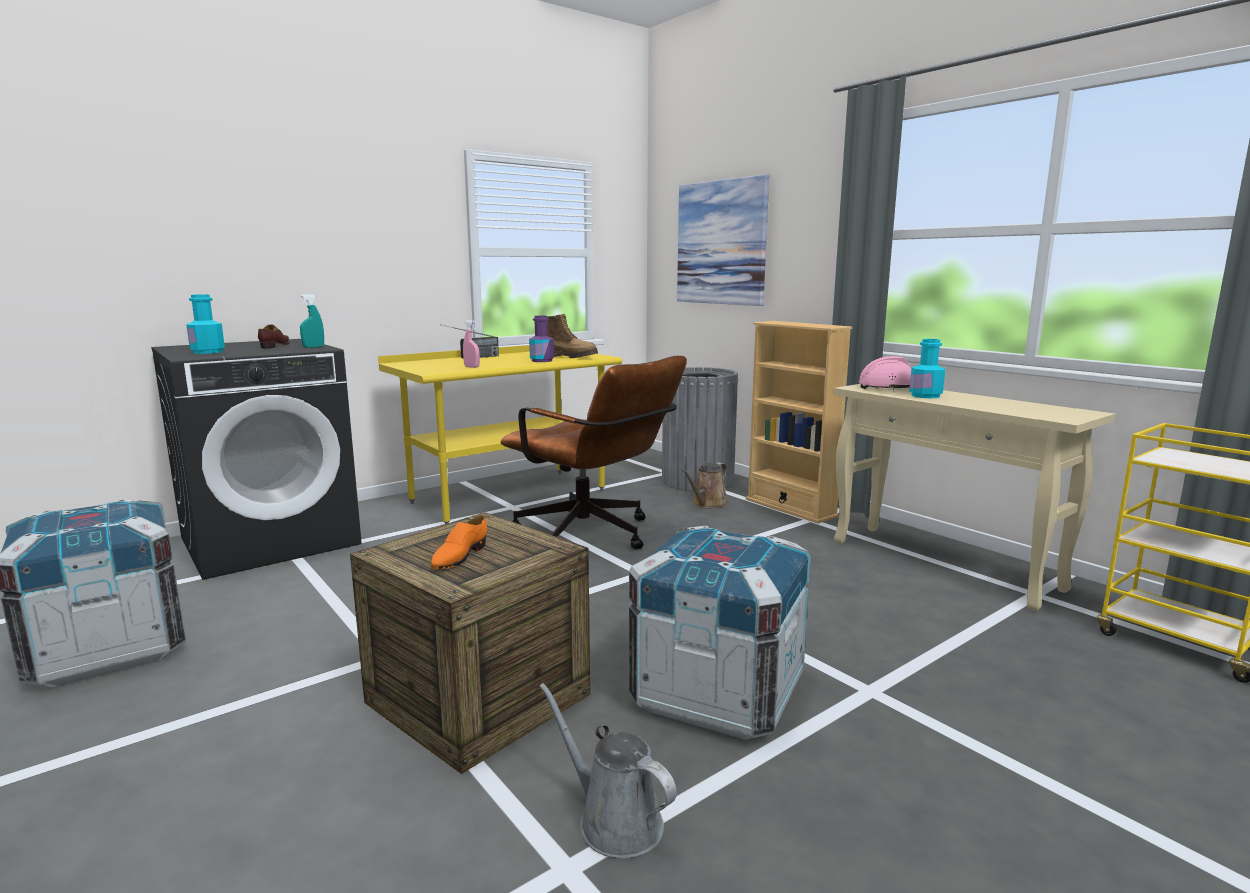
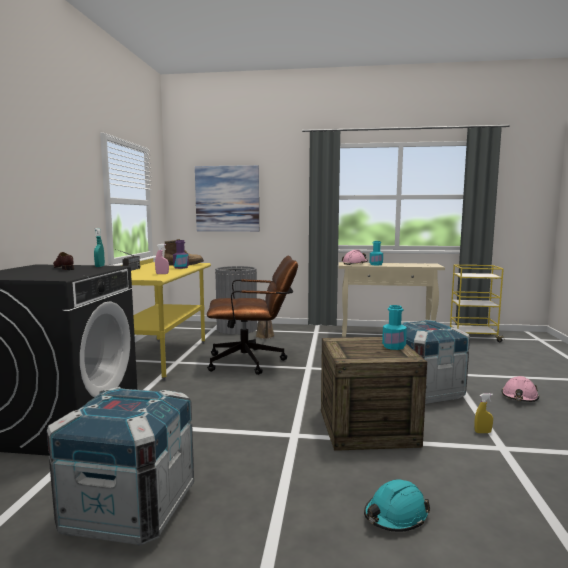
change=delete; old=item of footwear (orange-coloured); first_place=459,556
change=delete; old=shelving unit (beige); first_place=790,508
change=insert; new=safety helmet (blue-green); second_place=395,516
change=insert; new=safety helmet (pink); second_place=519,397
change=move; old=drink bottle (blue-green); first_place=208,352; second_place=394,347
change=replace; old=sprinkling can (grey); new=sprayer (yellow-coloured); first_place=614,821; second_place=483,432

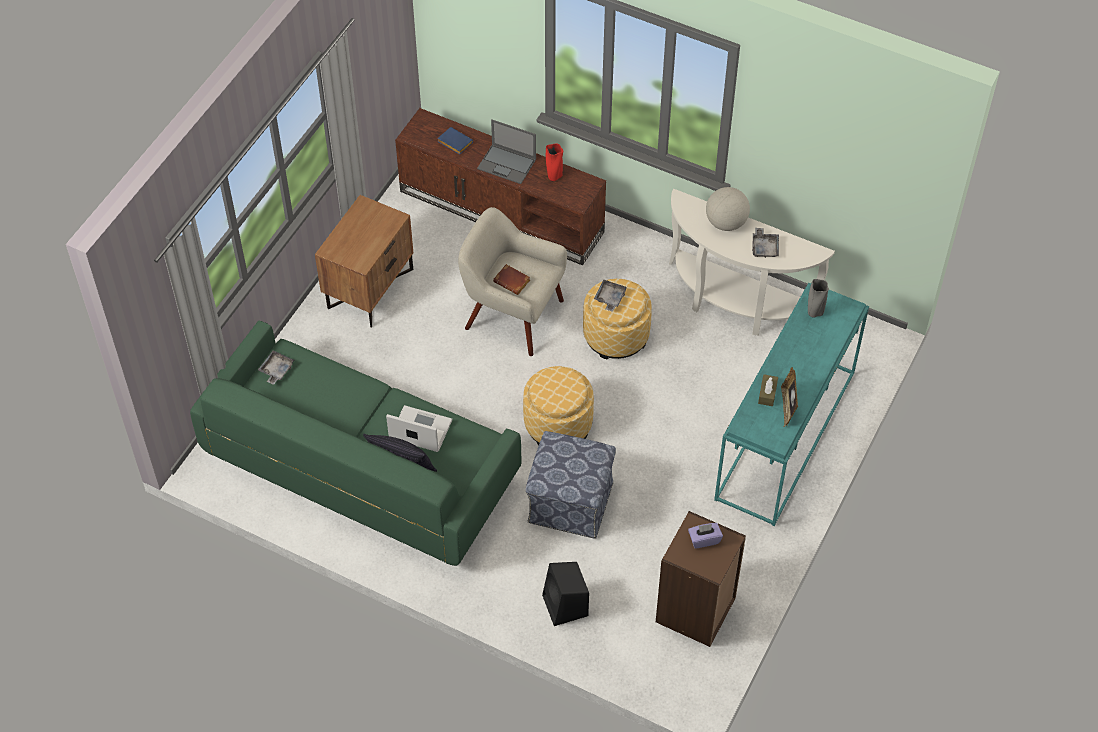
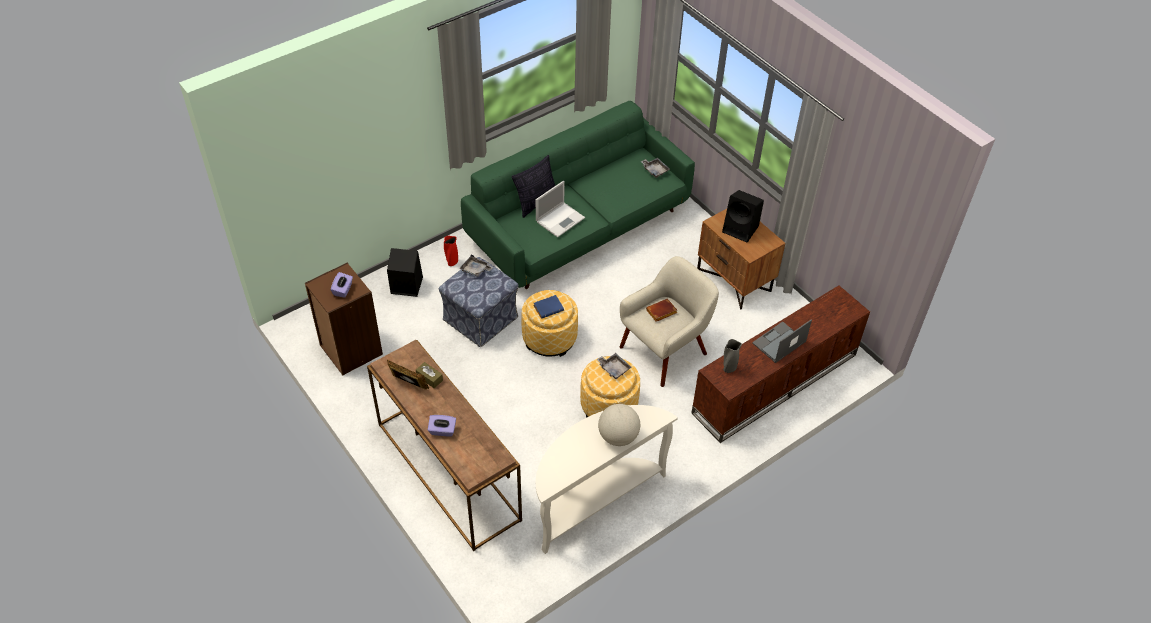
change=insert; new=box of tissues (purple); second_place=442,431
change=insert; new=loudspeaker (black-coloured); second_place=741,229
change=move; old=book (blue-coloured); first_place=454,143; second_place=549,308
change=move; old=decorative vase (red); first_place=554,177; second_place=452,262
change=move; old=tray (grey); first_place=764,247; second_place=475,270
change=move; old=decorative vase (grey); first_place=814,313; second_place=729,368
change=recolor; old=hall table (blue-green); new=hall table (brownish); first_place=786,437; second_place=446,471

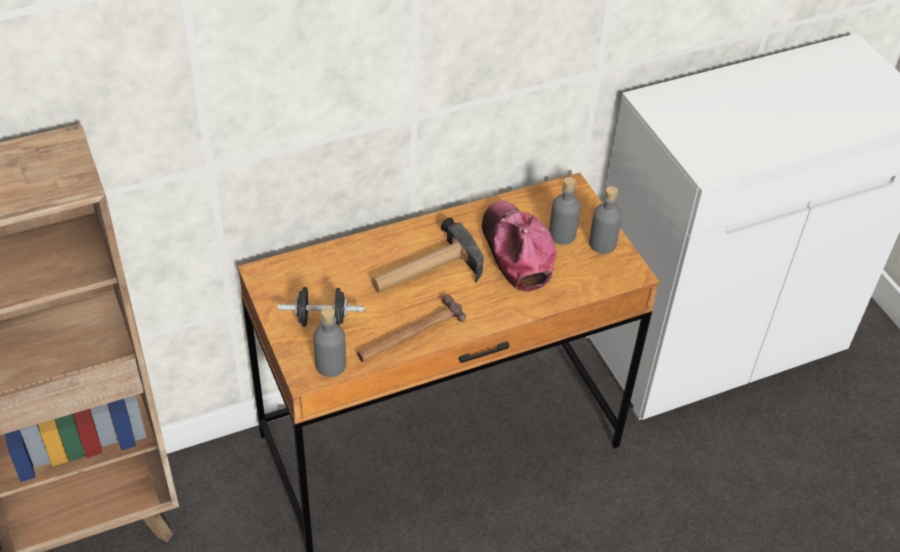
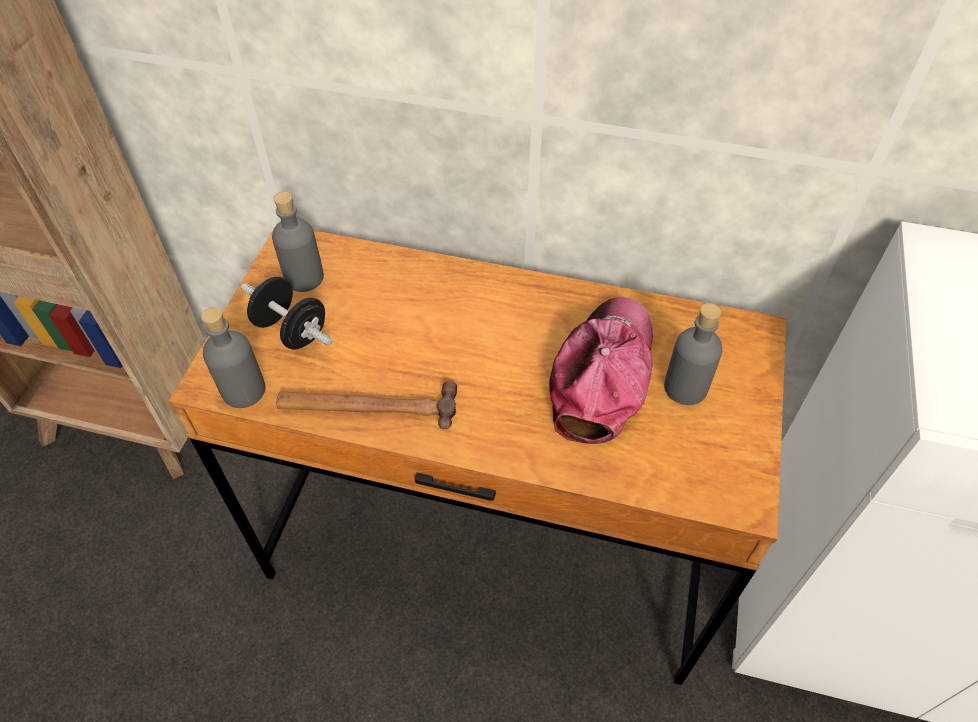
change=delete; old=tool hammer; first_place=425,271
change=move; old=drink bottle (grey); first_place=602,244; second_place=304,278

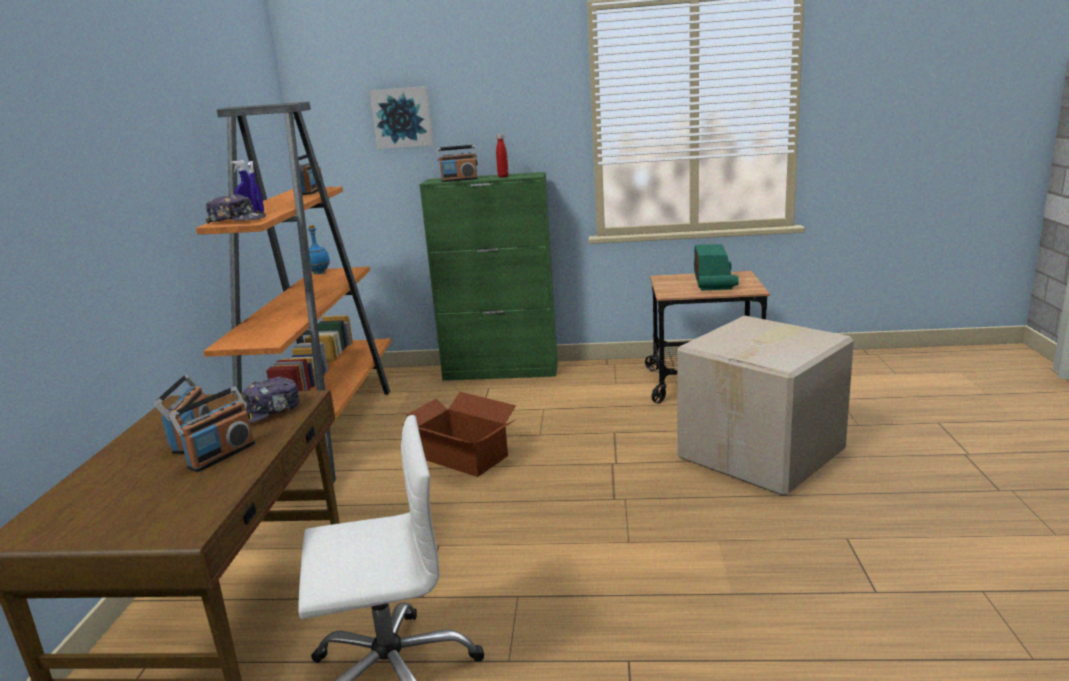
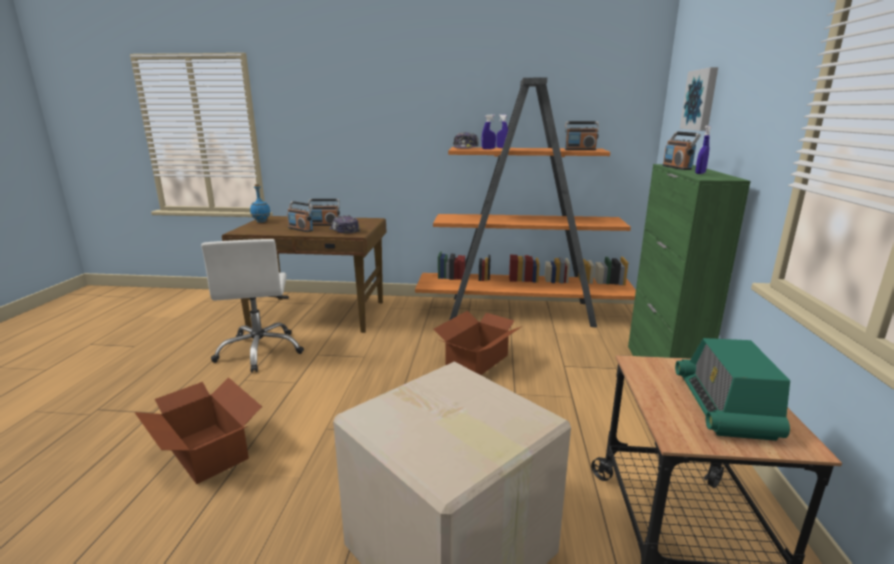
change=insert; new=carton; second_place=206,453
change=move; old=drink bottle (blue-coloured); first_place=319,273; second_place=261,221
change=replace; old=drink bottle (red); new=sprayer (blue-coloured); first_place=503,176; second_place=700,173
change=rotate; old=radio set; first_place=713,282; second_place=724,407; degrees=90

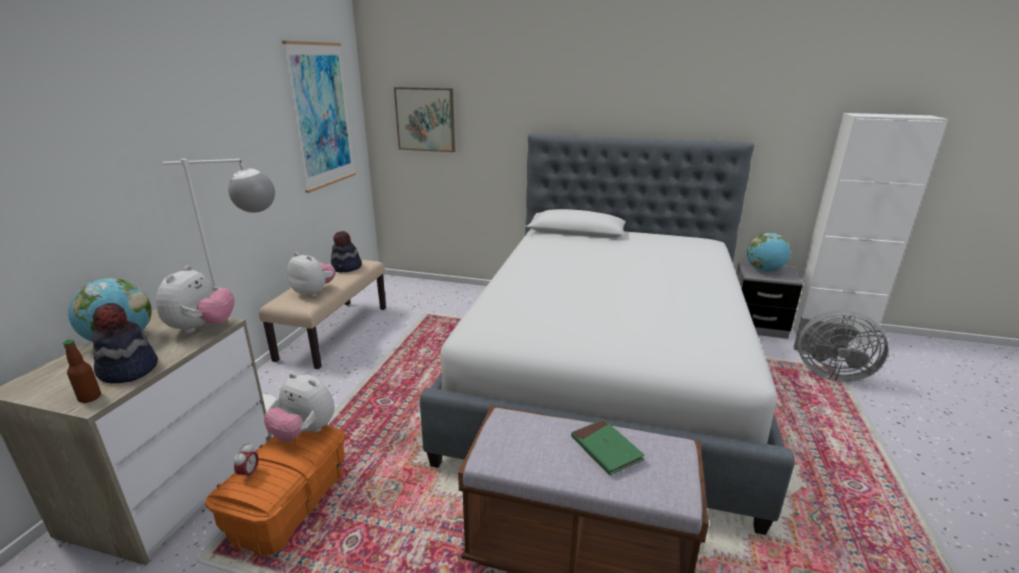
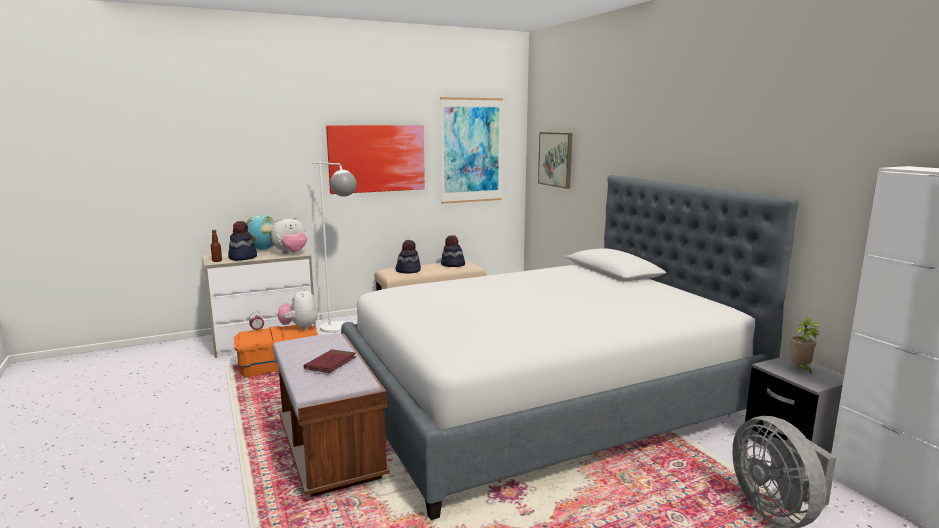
change=insert; new=wall picture; second_place=377,158
change=replace; old=soft toy; new=clothing hat; first_place=314,292; second_place=408,270
change=replace; old=globe; new=plant in a pot; first_place=764,271; second_place=800,369
change=recolor; old=book (greenish); new=book (red); first_place=606,449; second_place=330,363

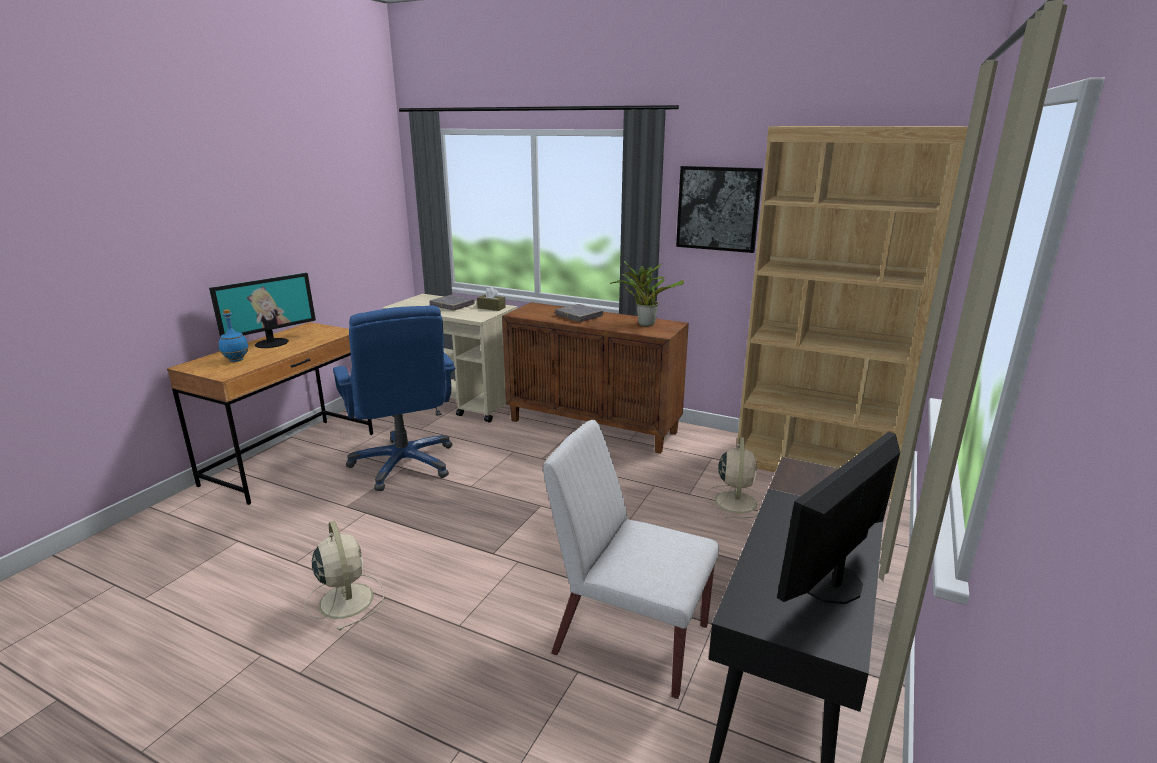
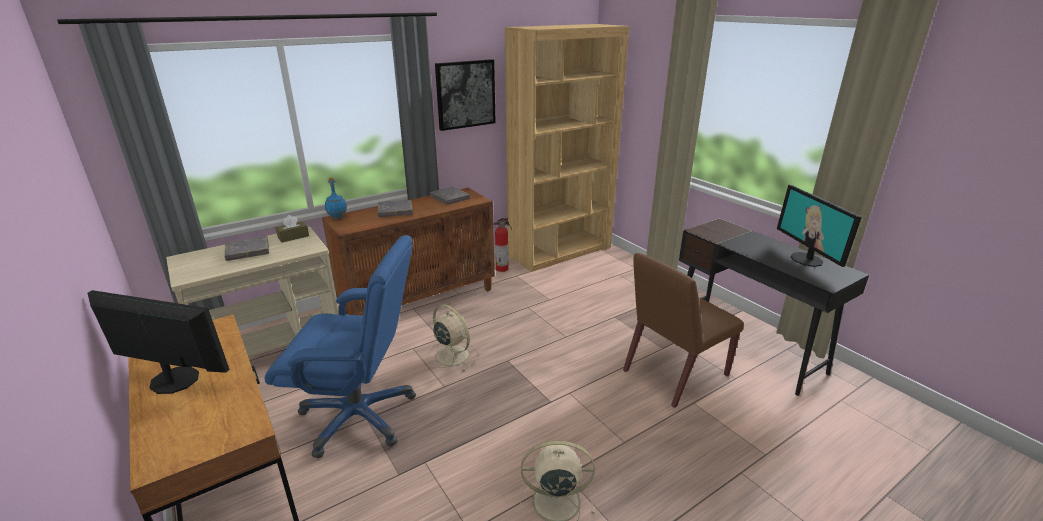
change=insert; new=fire-fighting cylinder; second_place=503,268
change=move; old=drink bottle (blue-coloured); first_place=236,360; second_place=337,218
change=move; old=electric fan (beige); first_place=735,501; second_place=451,355
change=replace; old=plant in a pot; new=book (grey); first_place=644,324; second_place=450,198
change=recolor; old=upright chair (white-coloured); new=upright chair (brownish); first_place=629,638; second_place=674,374
change=rotate; old=monitor; first_place=271,343; second_place=173,381; degrees=-60

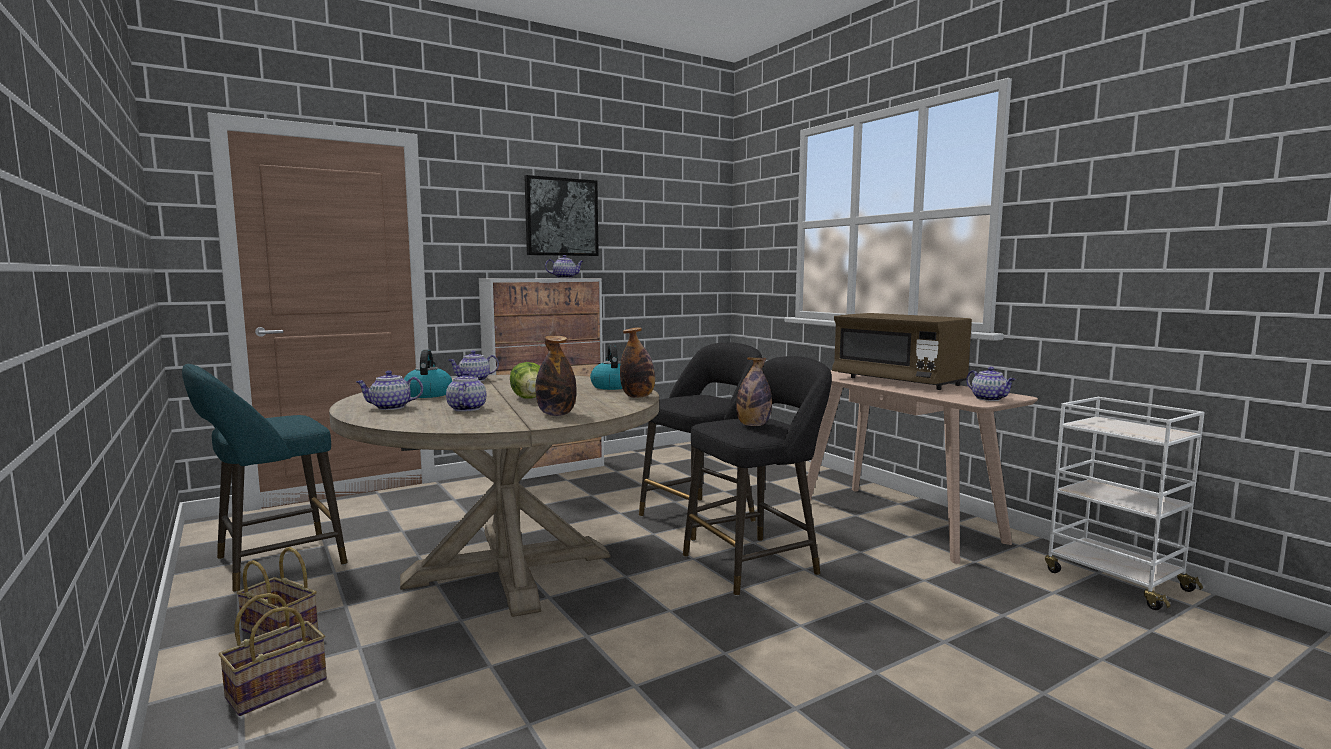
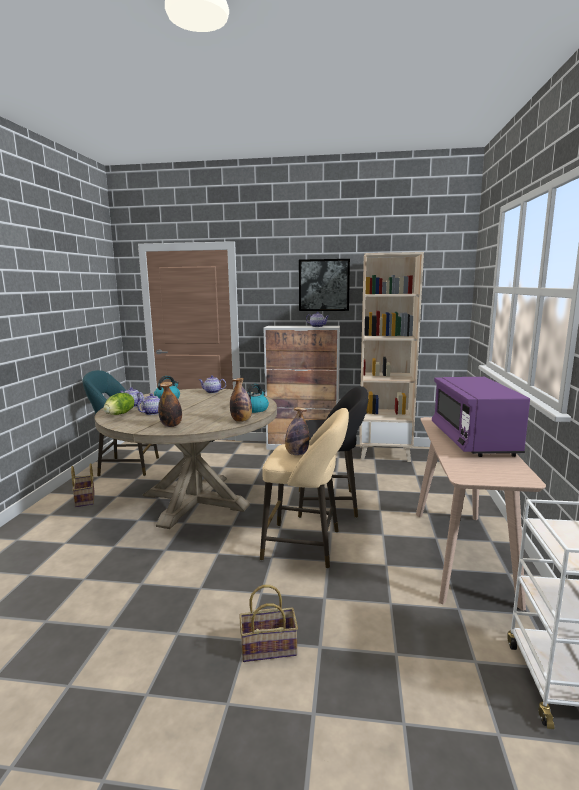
change=delete; old=tea pot; first_place=989,399
change=insert; new=shelving unit (beige); second_place=384,453
change=move; old=household basket; first_place=278,687; second_place=270,647
change=move; old=lettuce; first_place=530,398; second_place=120,414
change=recolor; old=sitting stool (black-coloured); new=sitting stool (beige); first_place=756,564; second_place=306,546
change=recolor; old=microwave oven (brownish); new=microwave oven (purple); first_place=898,381; second_place=473,440

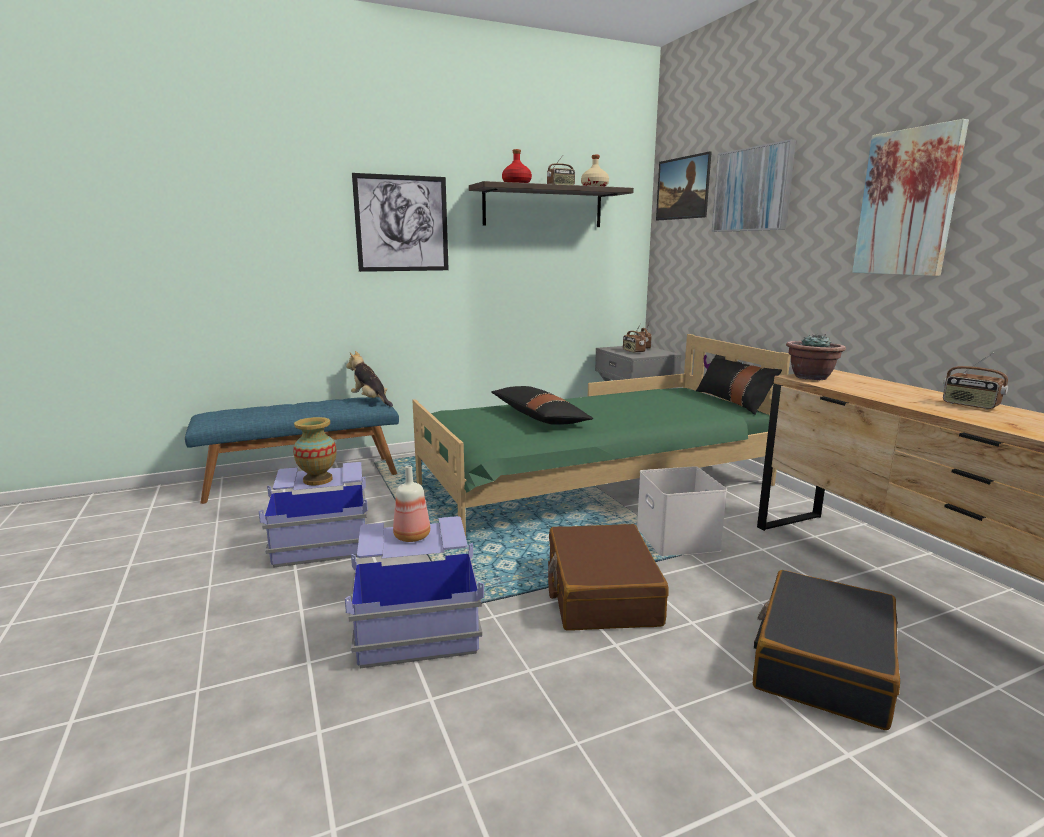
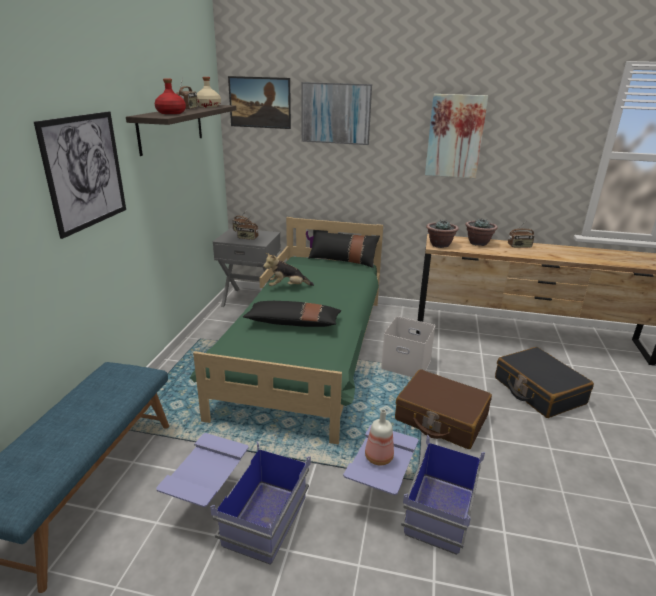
change=delete; old=decorative vase; first_place=318,480
change=insert; new=plant in a pot; second_place=478,243
change=move; old=soft toy; first_place=371,401; second_place=287,287

